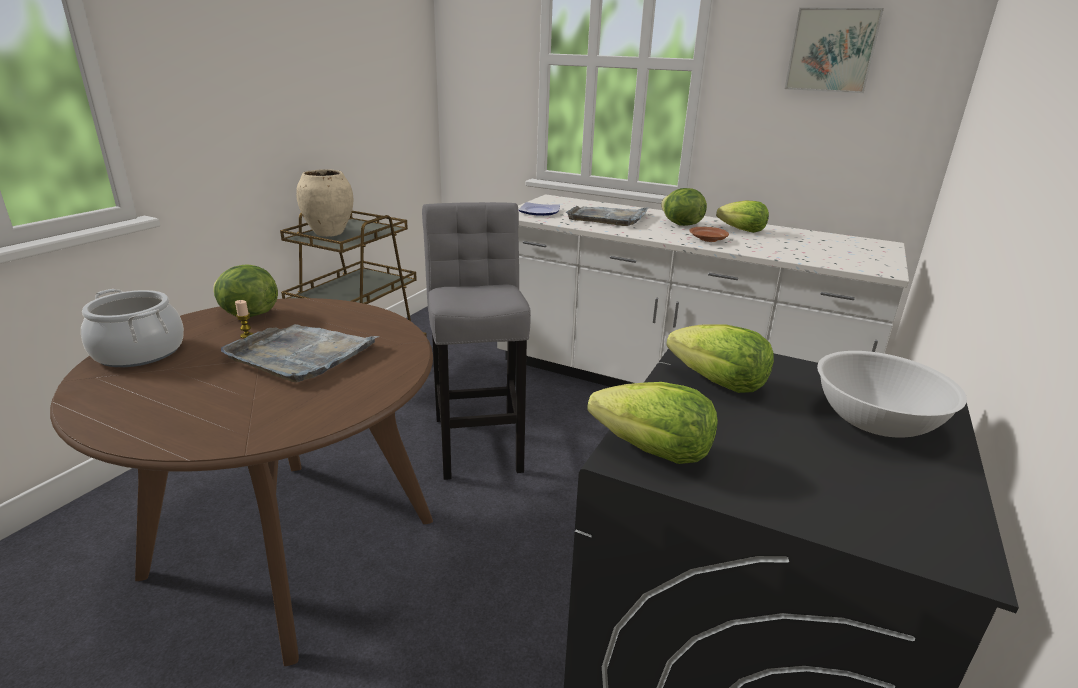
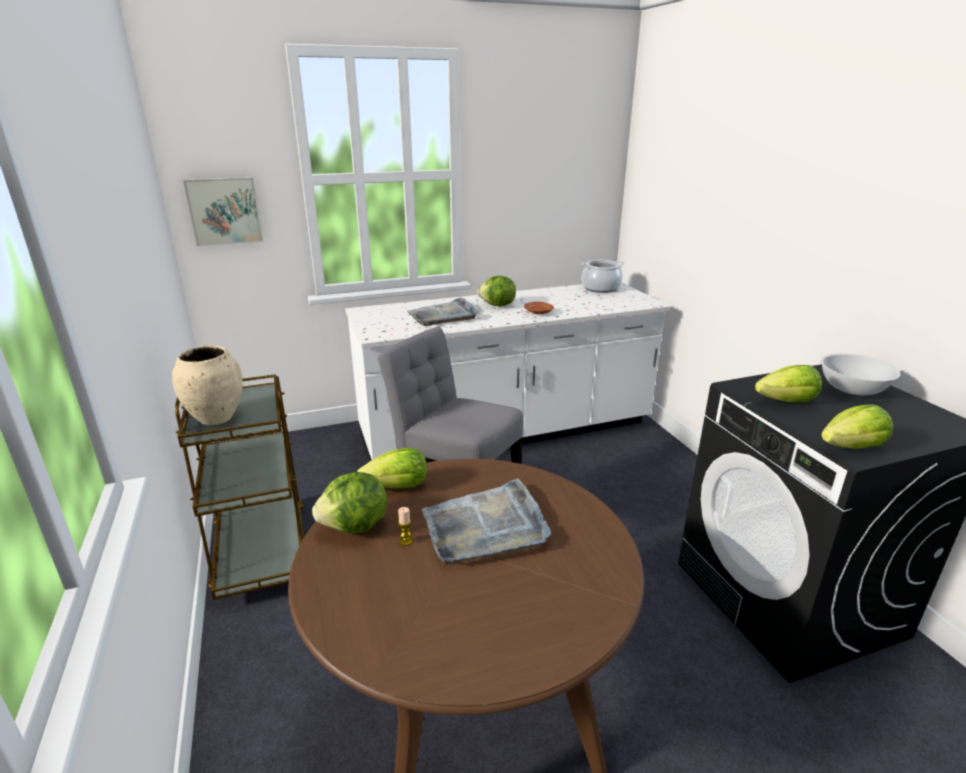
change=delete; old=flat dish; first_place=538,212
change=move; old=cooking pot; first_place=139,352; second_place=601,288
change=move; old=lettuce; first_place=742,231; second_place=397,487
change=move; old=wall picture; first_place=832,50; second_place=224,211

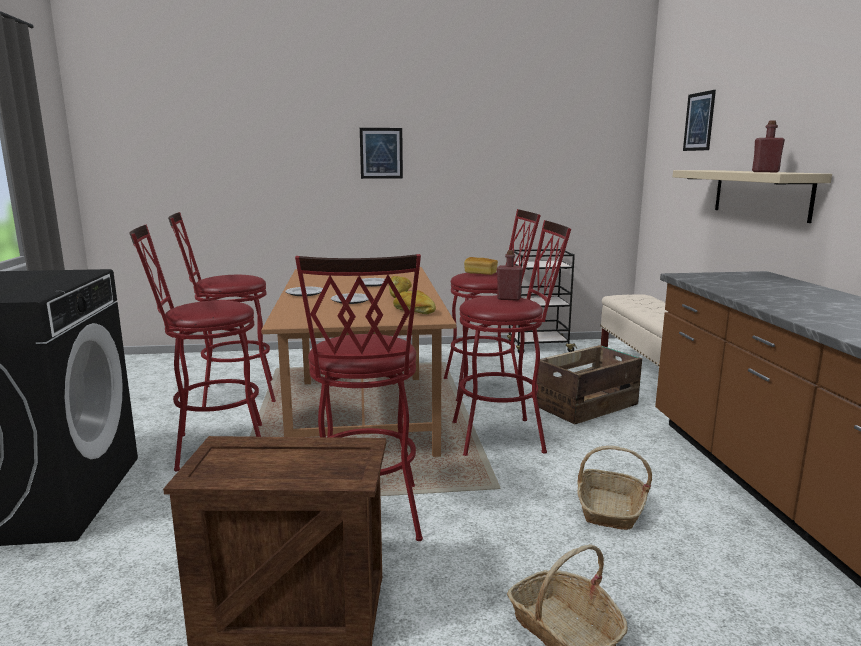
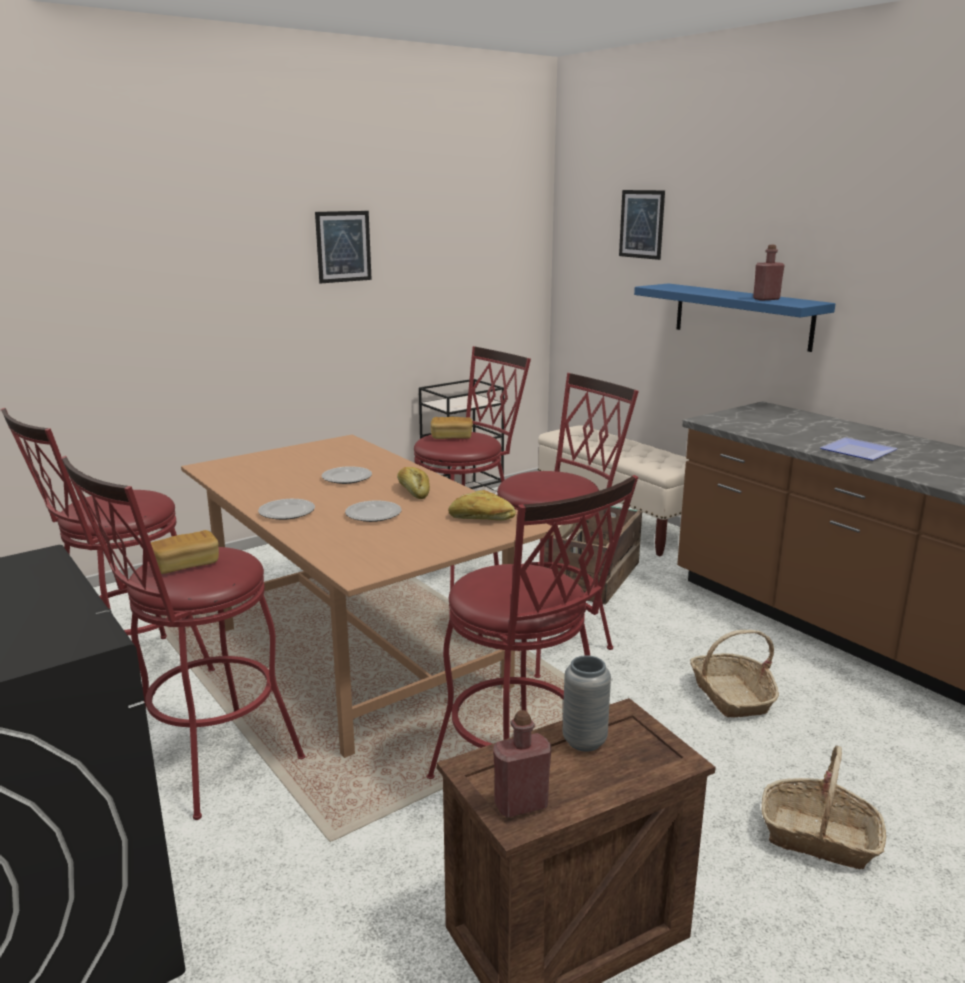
change=insert; new=bread; second_place=186,565
change=insert; new=decorative vase (grey); second_place=584,741
change=insert; new=flat dish; second_place=856,451
change=move; old=wall picture; first_place=381,153; second_place=343,246
change=move; old=drink bottle (red); first_place=508,298; second_place=521,805
change=recolor; old=bracket shelf (beige); new=bracket shelf (blue-coloured); first_place=761,193; second_place=742,316

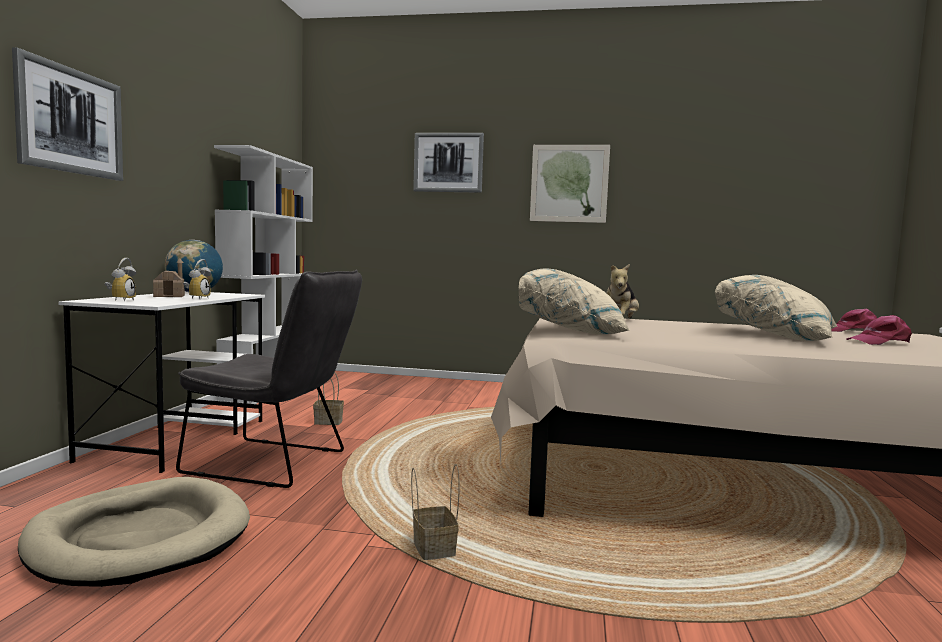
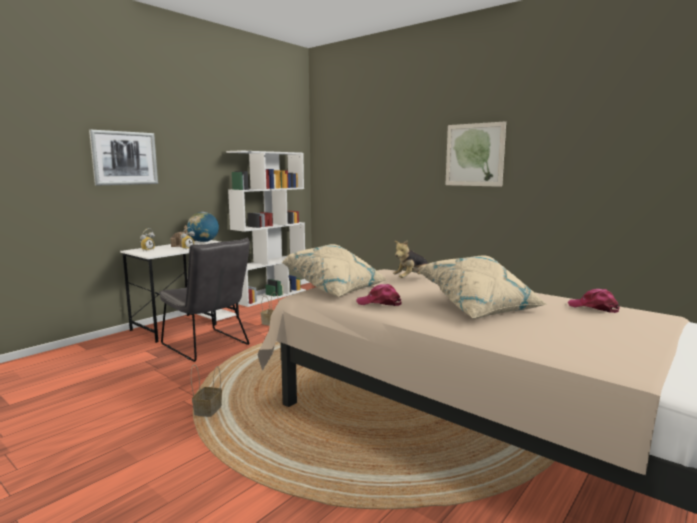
change=delete; old=dog bed (beige); first_place=140,538
change=delete; old=wall picture; first_place=448,162
change=move; old=cap (pink); first_place=879,342; second_place=379,303

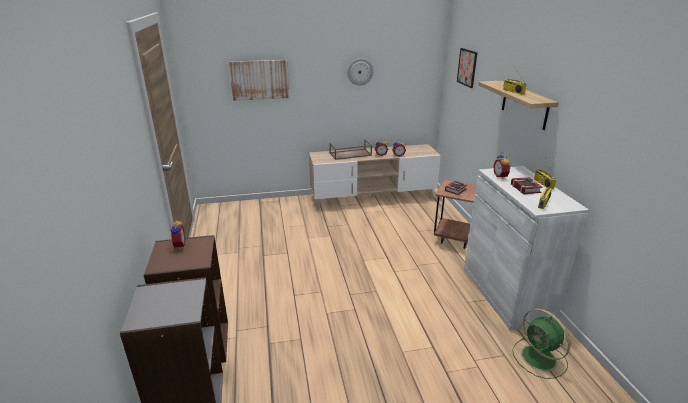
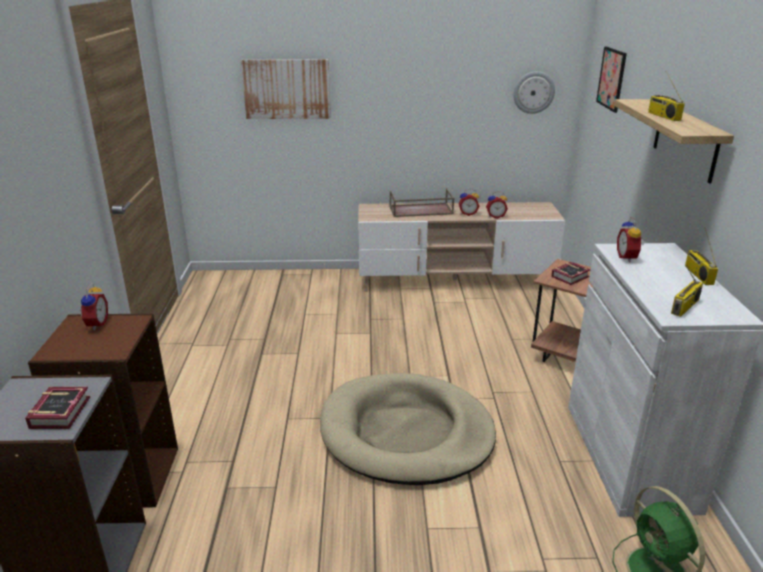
change=insert; new=dog bed (beige); second_place=406,433
change=move; old=clock on the wall; first_place=360,71; second_place=533,92
change=move; old=book; first_place=525,188; second_place=63,411

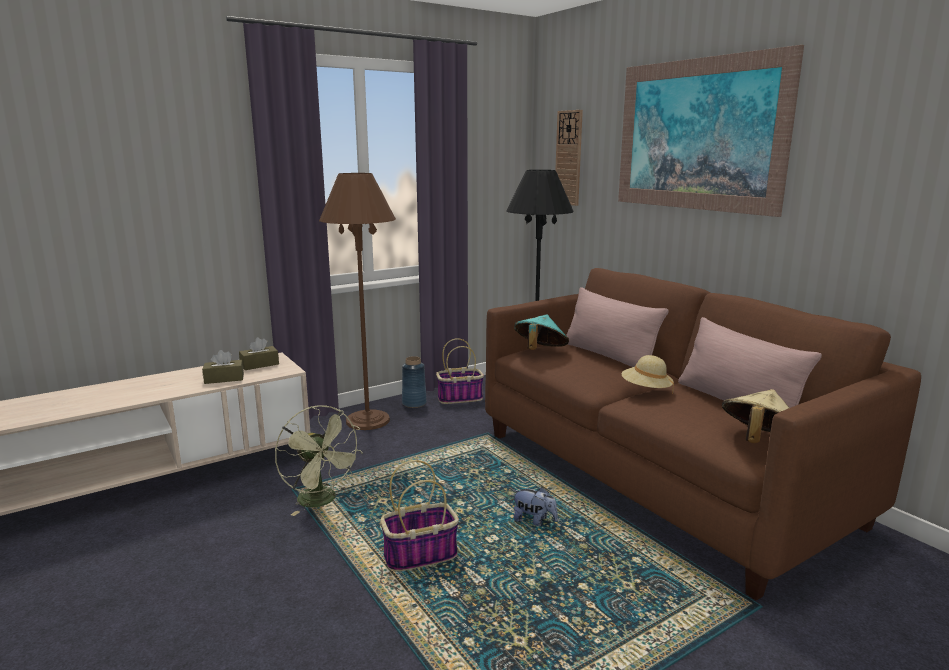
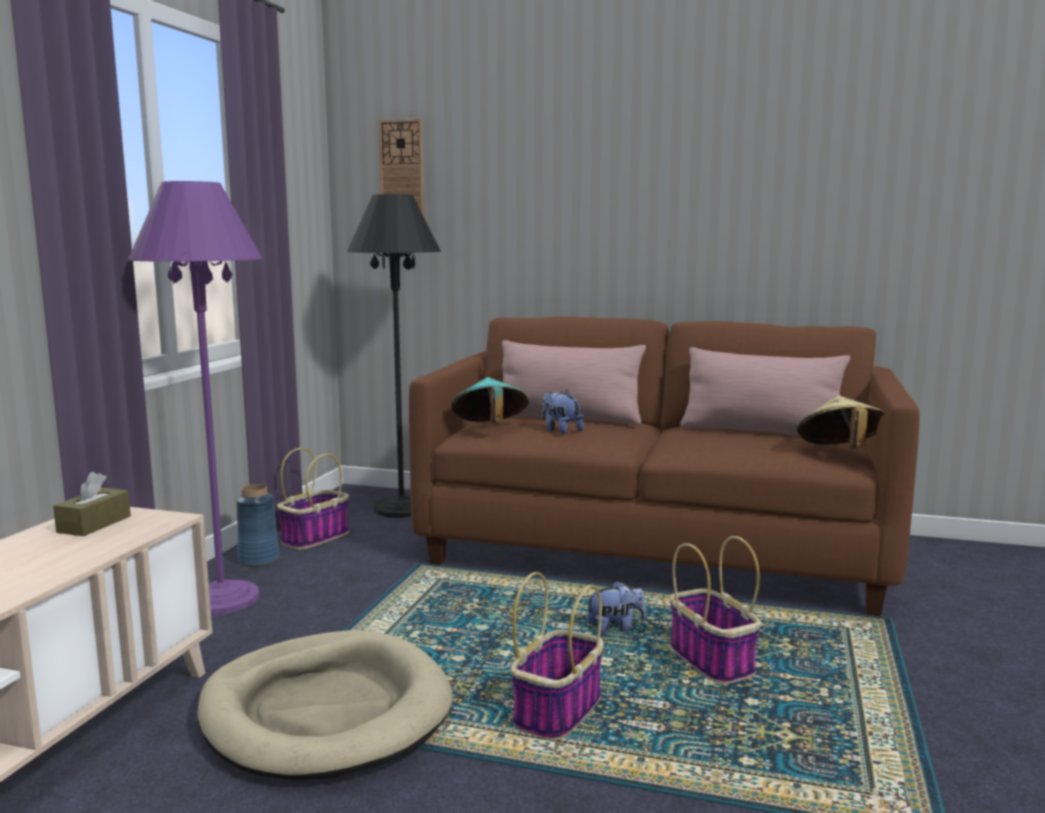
change=delete; old=box of tissues (brownish); first_place=224,379
change=delete; old=wall picture; first_place=698,135
change=delete; old=clothing hat (beige); first_place=646,390
change=insert; new=soft toy; second_place=560,430
change=insert; new=household basket; second_place=713,661
change=replace; old=electric fan (greenish); new=dog bed (beige); first_place=322,501; second_place=326,712
change=recolor; old=floor lamp (brownish); new=floor lamp (purple); first_place=368,420; second_place=222,599

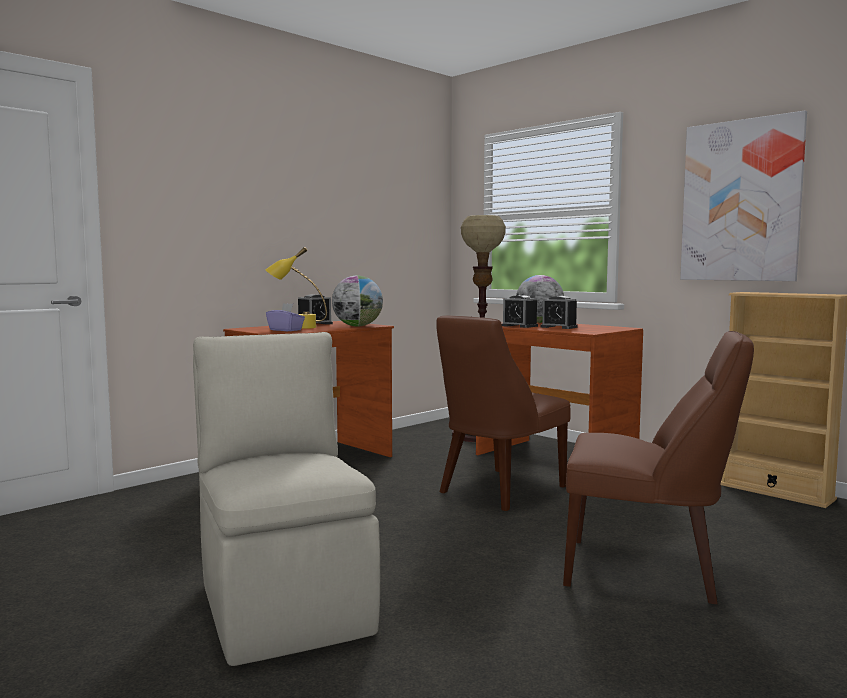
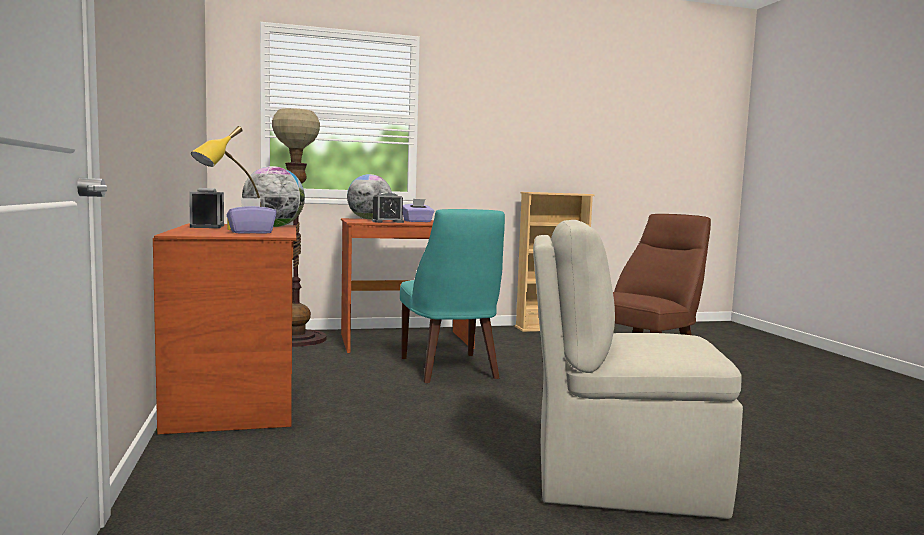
change=delete; old=wall picture; first_place=741,201
change=replace; old=table clock; new=box of tissues (purple); first_place=558,327; second_place=417,221
change=recolor; old=upright chair (brownish); new=upright chair (blue-green); first_place=498,490; second_place=450,369

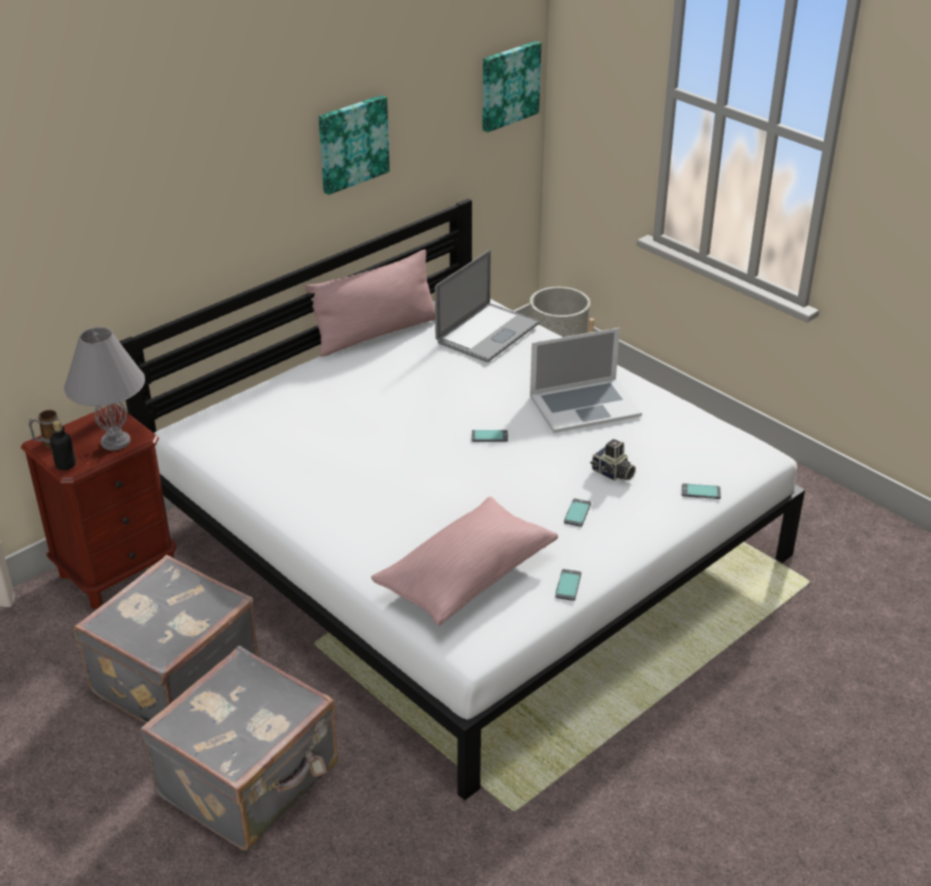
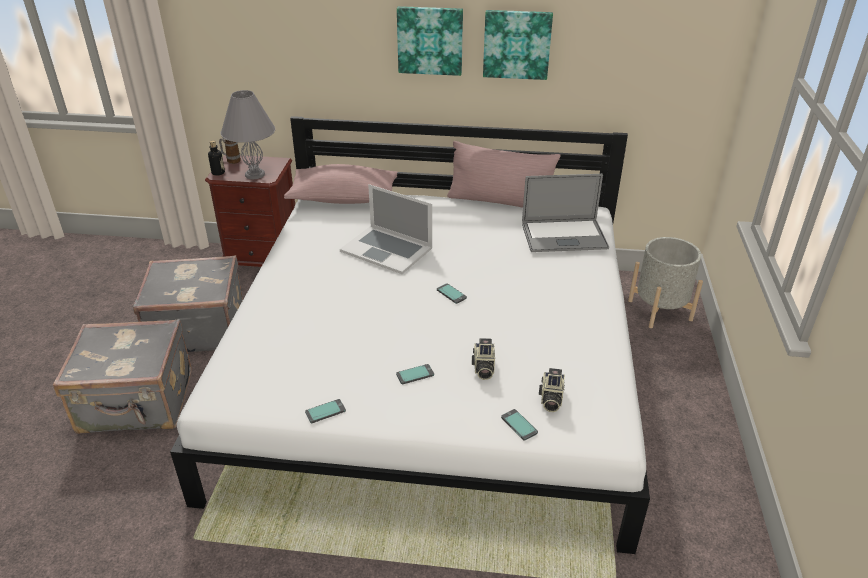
change=insert; new=photo camera; second_place=550,399
change=move; old=pillow (pink); first_place=466,577; second_place=344,199
change=move; old=wall picture; first_place=508,85; second_place=430,40
change=move; old=laptop; first_place=584,405; second_place=387,249

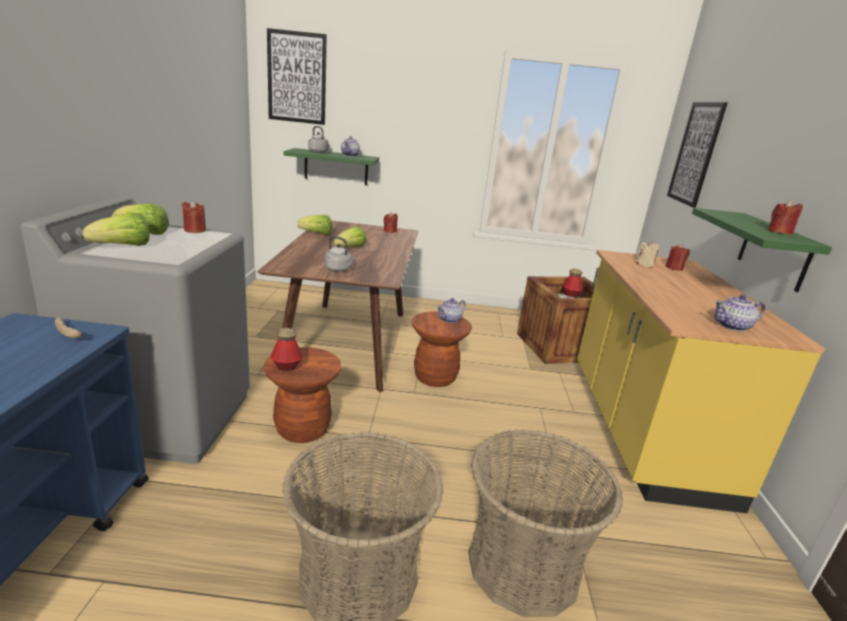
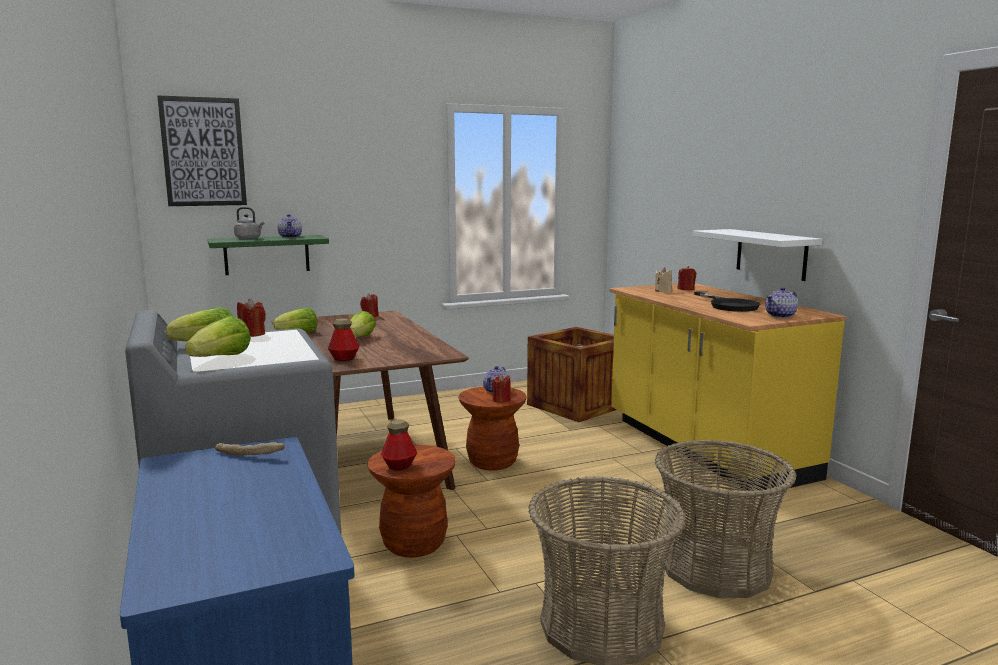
change=delete; old=tea kettle (grey); first_place=339,270
change=delete; old=wall picture; first_place=695,153
change=insert; new=frying pan (black-coloured); second_place=729,305
change=move; old=drink bottle; first_place=570,294; second_place=344,358
change=move; old=wax candle (red); first_place=779,232; second_place=501,400
change=recolor; old=bracket shelf (greenish); new=bracket shelf (white-coloured); first_place=774,251; second_place=771,254

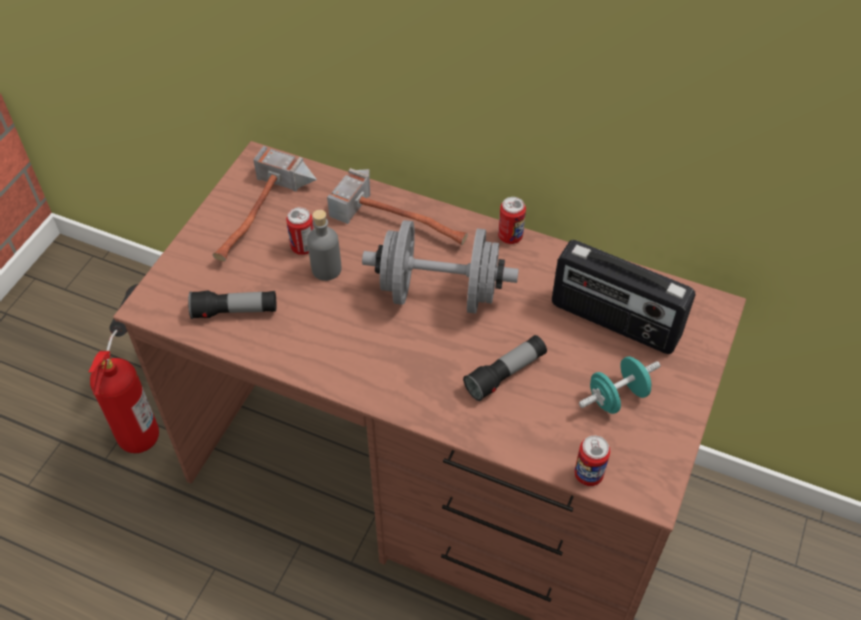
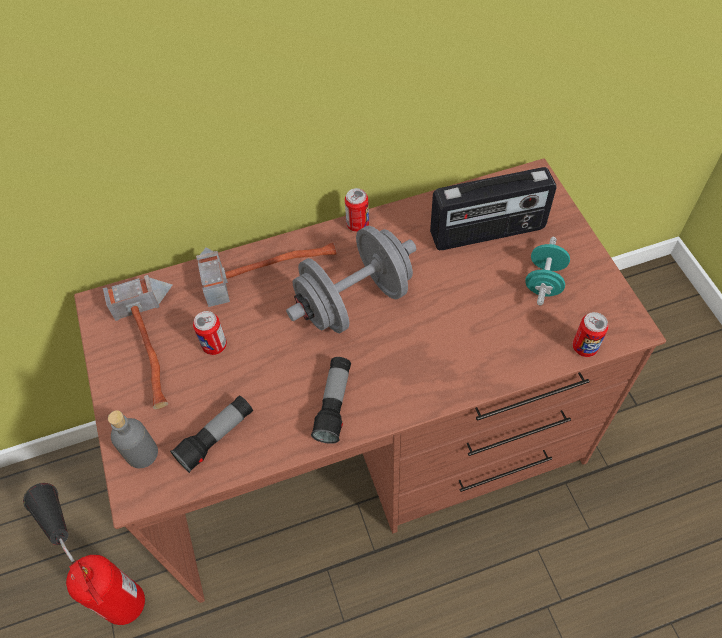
change=move; old=drink bottle (grey); first_place=326,269; second_place=142,453
change=move; old=flashlight; first_place=505,374; second_place=334,404

